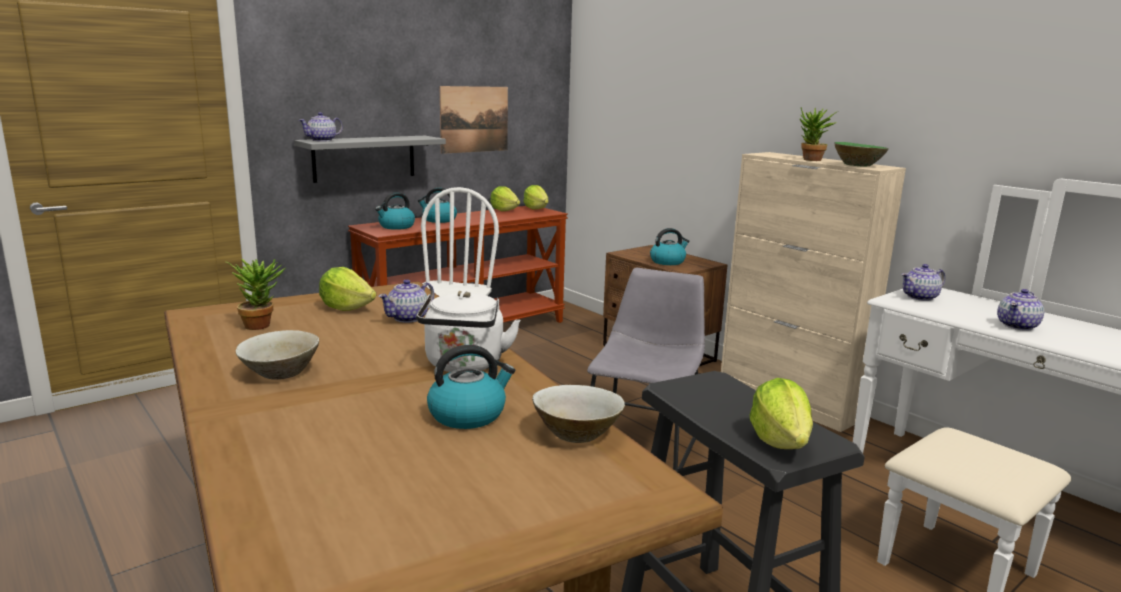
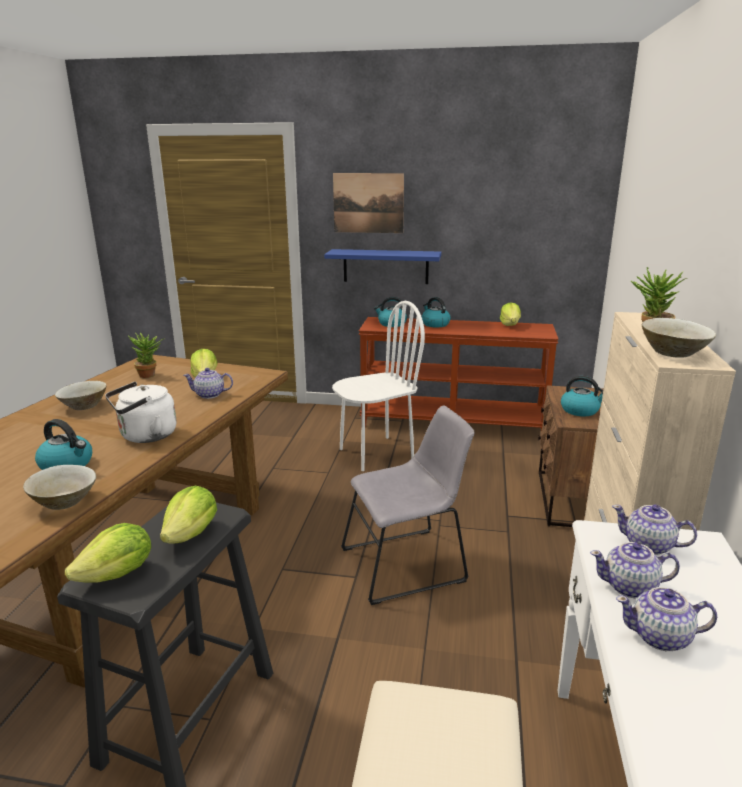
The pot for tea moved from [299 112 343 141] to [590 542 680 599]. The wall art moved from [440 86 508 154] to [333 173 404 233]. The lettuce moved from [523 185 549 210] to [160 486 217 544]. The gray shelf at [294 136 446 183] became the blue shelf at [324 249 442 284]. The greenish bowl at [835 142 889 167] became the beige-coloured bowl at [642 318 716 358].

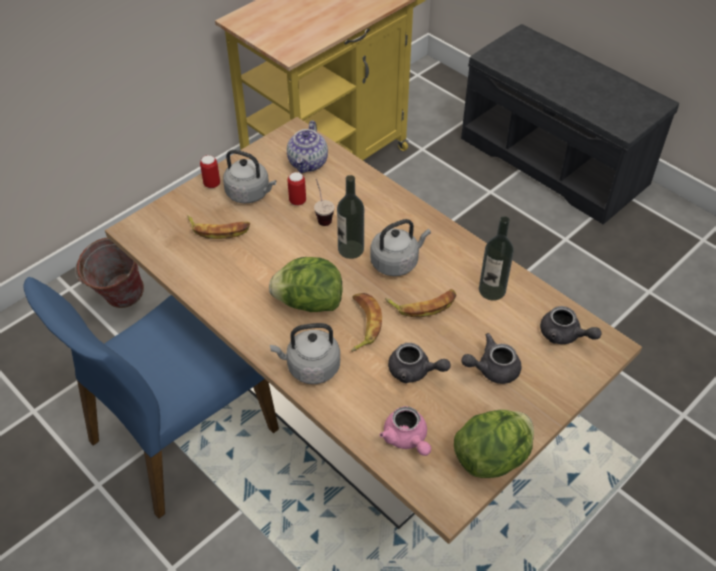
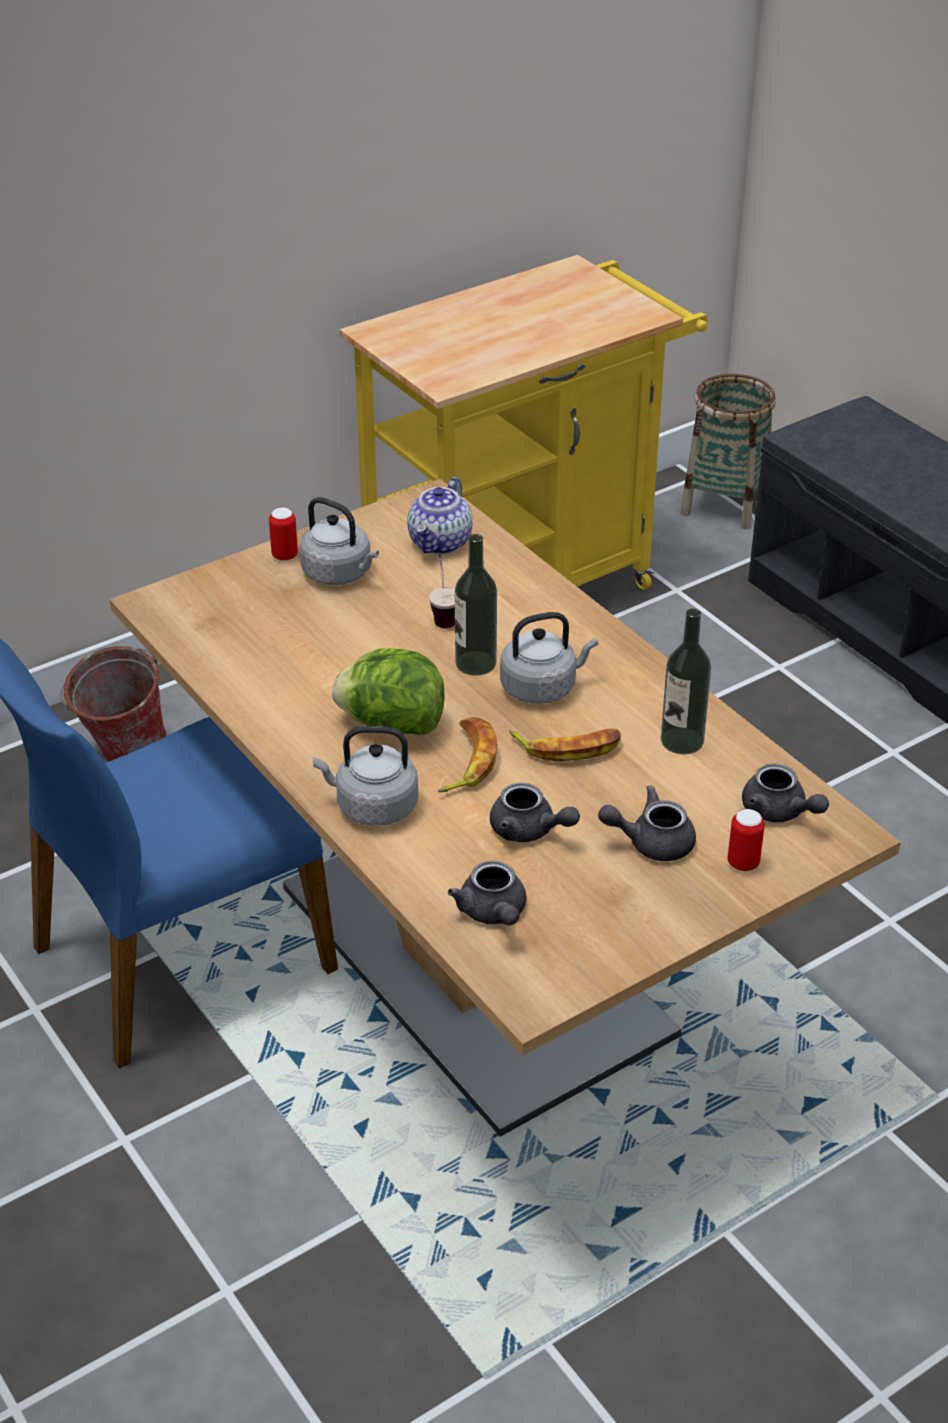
The banana at [187 215 250 239] disappeared. The lettuce at [454 410 534 478] disappeared. The storage basket at [681 374 776 529] appeared. The can moved from [287 172 306 206] to [728 809 765 871]. The pinkish pot for tea at [380 406 431 456] became the gray pot for tea at [448 861 527 926].

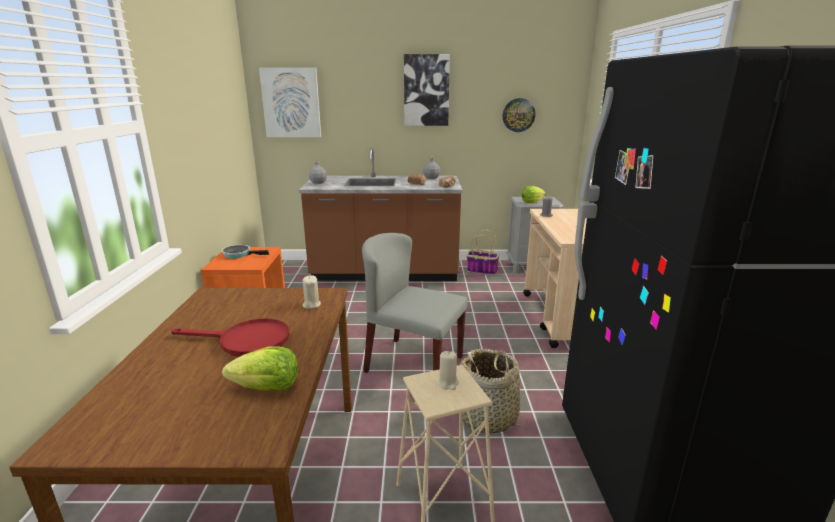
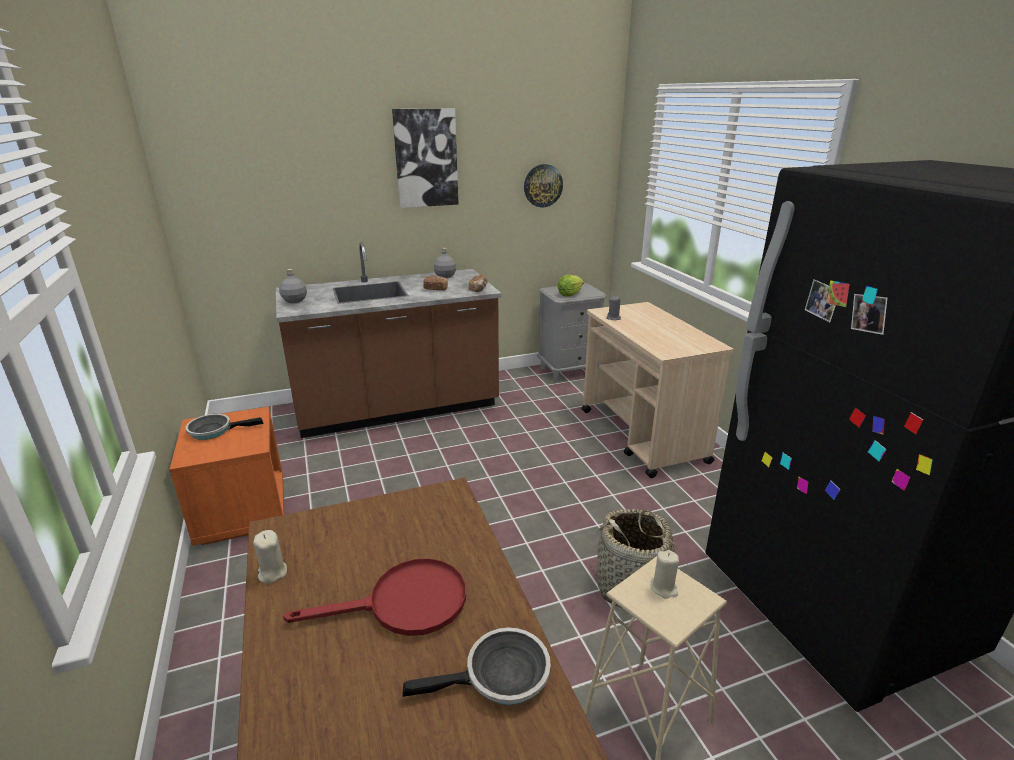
The wall art at [259 67 321 137] disappeared. The gray chair at [362 233 468 373] disappeared. The storage basket at [467 230 499 275] disappeared. The beige-coloured wax candle moved from [302 275 321 309] to [253 530 287 583]. The lettuce at [222 346 298 391] was replaced by the frying pan at [402 628 551 705].

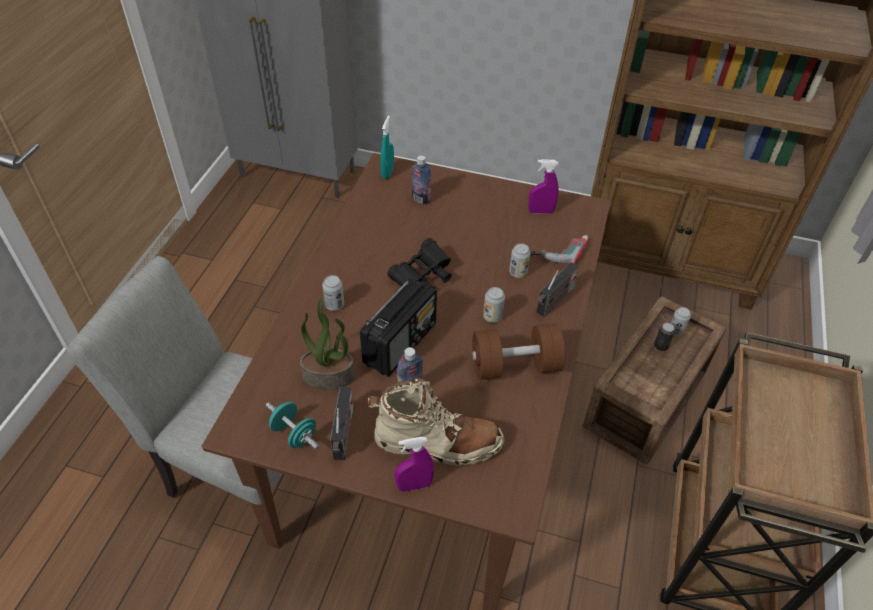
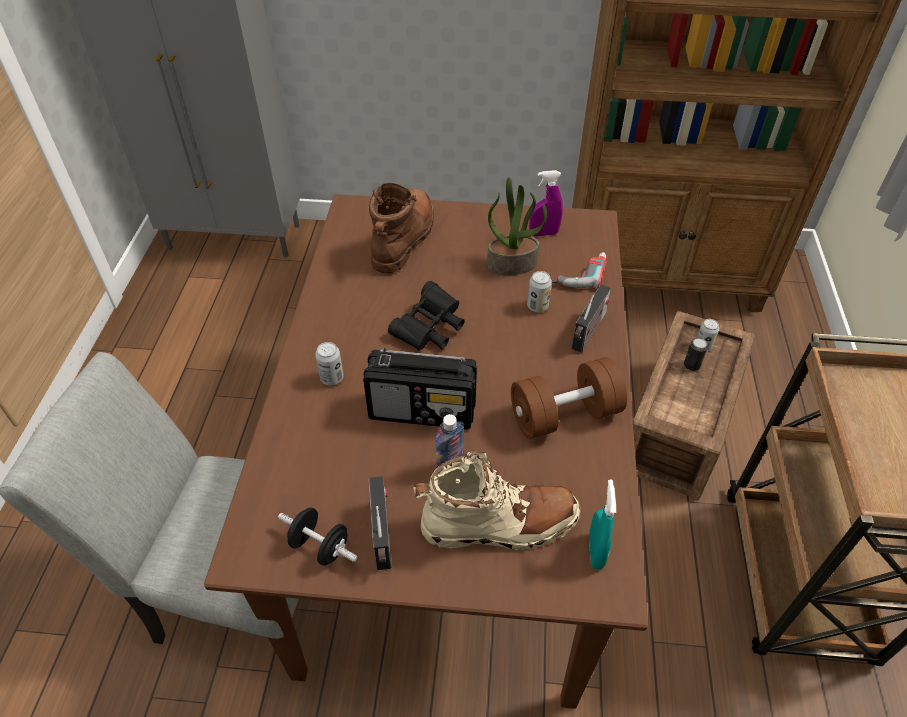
The purple-coloured spray bottle at [395 437 434 492] disappeared. The can at [483 287 505 323] disappeared. The potted plant moved from [300 298 355 390] to [487 177 547 275]. The blue-green spray bottle moved from [380 116 394 179] to [589 479 616 570]. The bottle at [412 155 431 204] was replaced by the brown high-top boot at [369 183 434 273]. The blue-green dumbbell at [266 402 319 449] became the blackish dumbbell at [278 507 358 566]. The radio receiver at [360 278 437 377] turned 75 degrees clockwise.

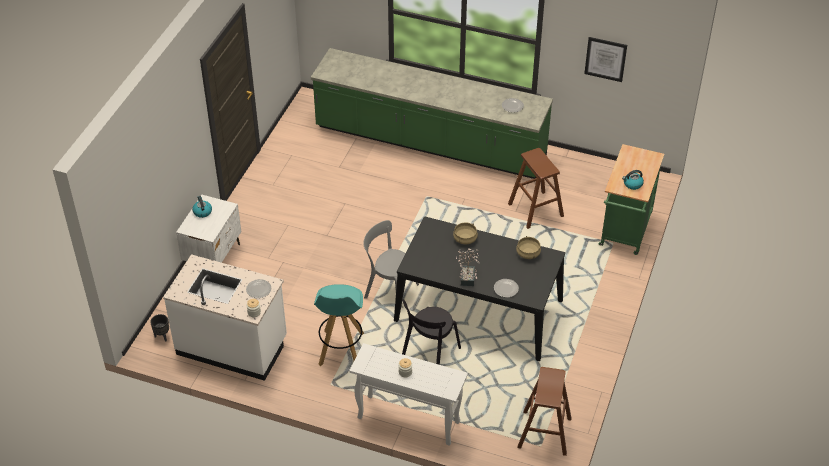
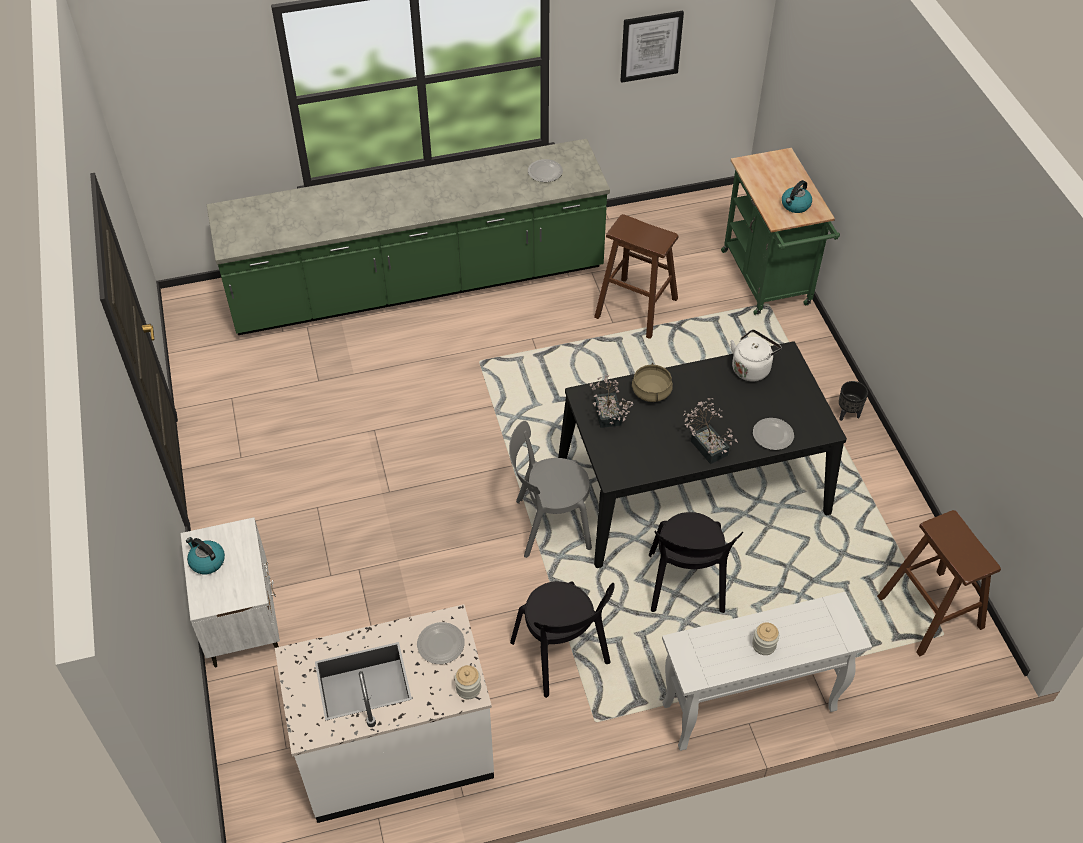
The potted plant at [590 375 633 428] appeared. The blackish plant pot moved from [150 314 169 342] to [839 381 868 421]. The blue-green sitting stool at [314 284 364 366] was replaced by the blackish chair at [510 581 615 698]. The beige-coloured saucepot at [516 236 541 259] was replaced by the whitish tea kettle at [730 329 782 381].

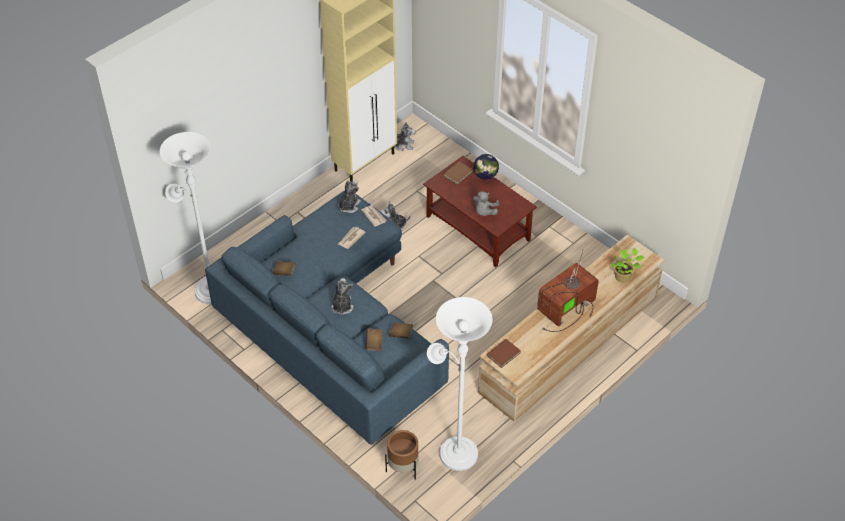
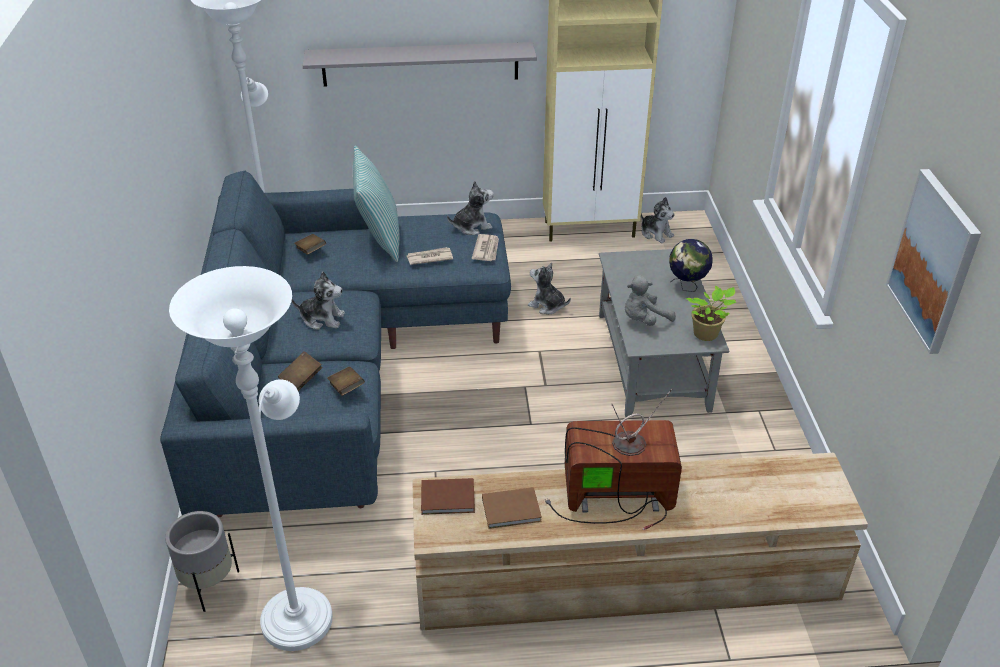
The gray shelf at [303 42 537 87] appeared. The pillow at [353 145 399 262] appeared. The wall art at [886 169 981 354] appeared. The brown bound book moved from [443 161 473 185] to [482 487 542 529]. The potted plant moved from [611 248 645 283] to [686 285 736 341]. The brown plant pot at [385 430 419 479] became the gray plant pot at [165 511 239 612]. The brown lounge table at [423 156 537 267] became the gray lounge table at [599 249 729 417]. The soft toy at [331 278 354 315] turned 60 degrees clockwise.

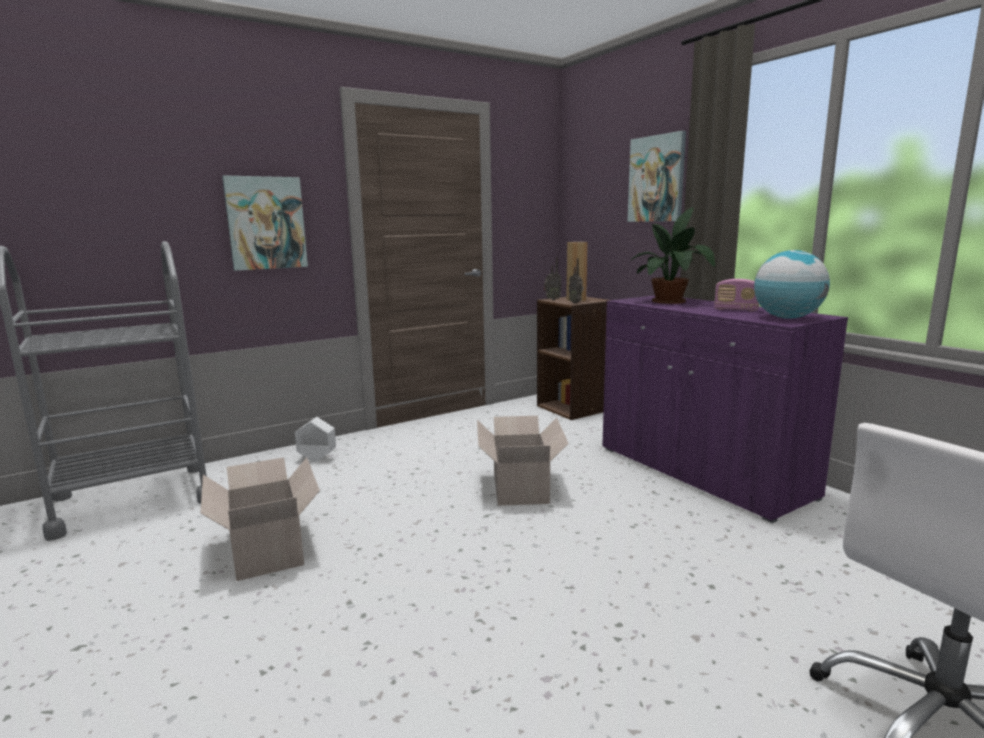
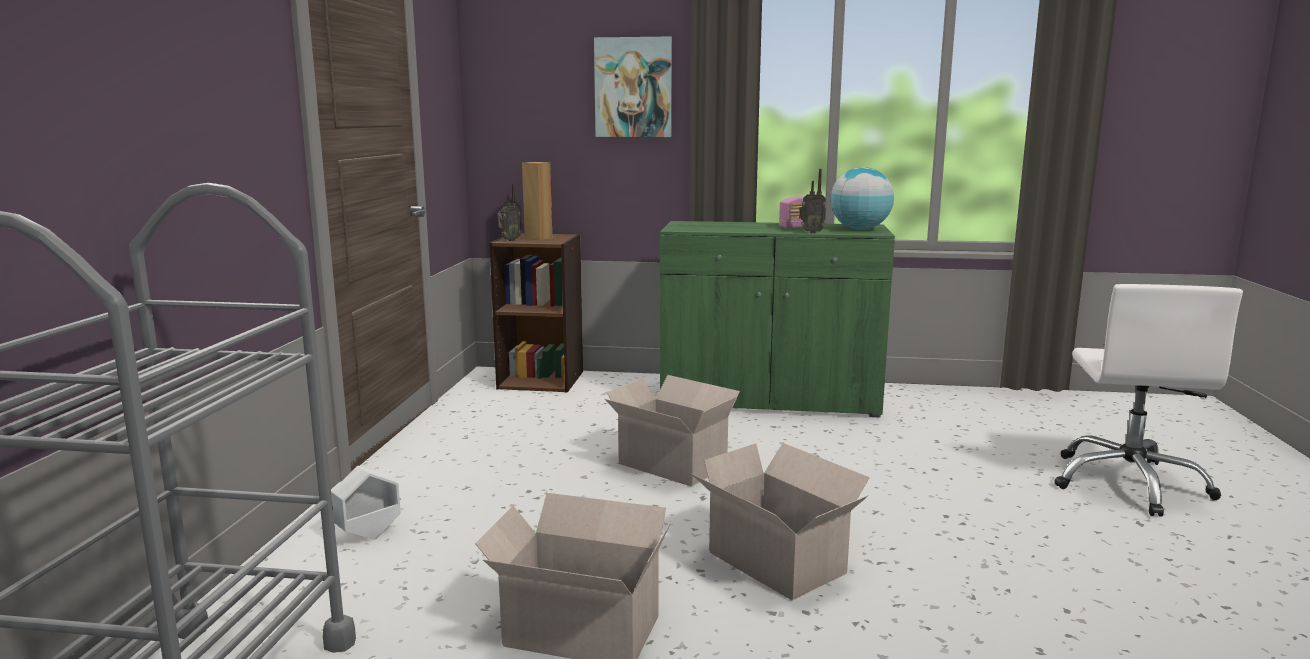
The wall art at [222 175 308 271] disappeared. The potted plant at [627 207 716 304] disappeared. The packing box at [691 443 870 600] appeared. The radio receiver moved from [568 258 584 304] to [799 169 826 234]. The purple-coloured cabinet at [602 295 848 523] became the greenish cabinet at [660 221 895 417].

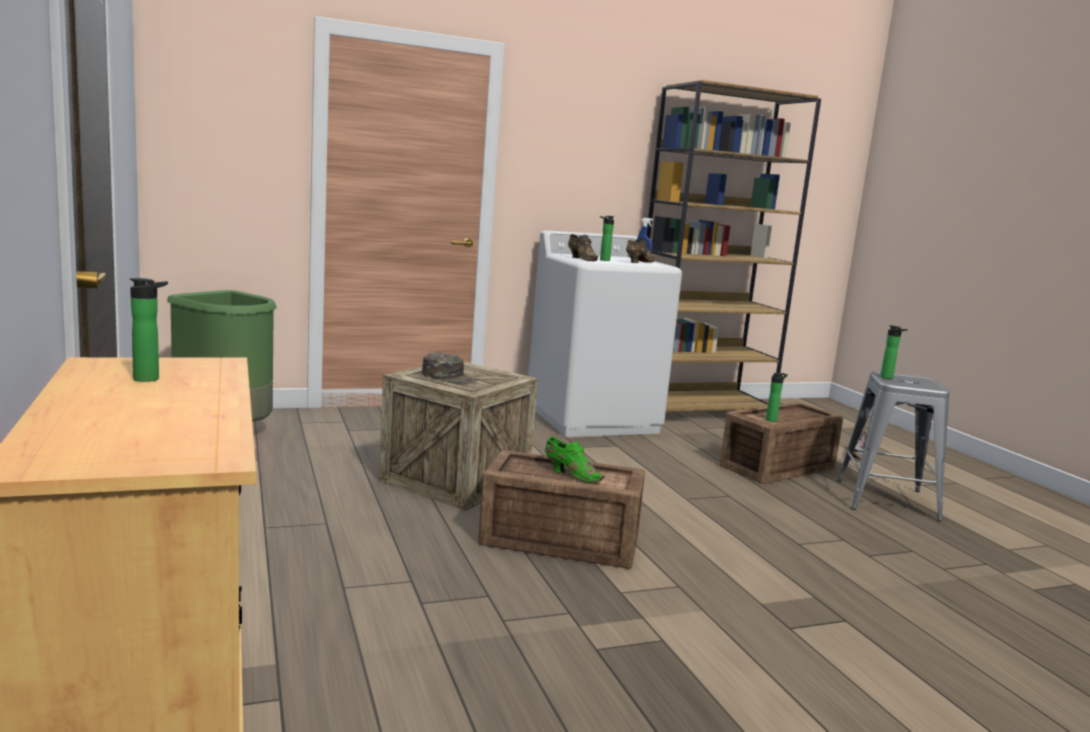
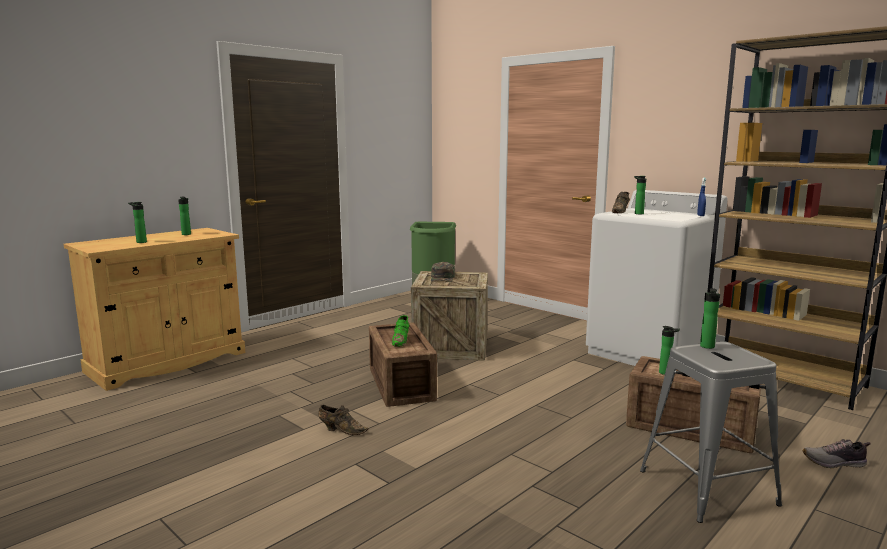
The bottle at [128 202 147 243] appeared. The brown item of footwear moved from [626 238 655 263] to [318 405 369 435].

